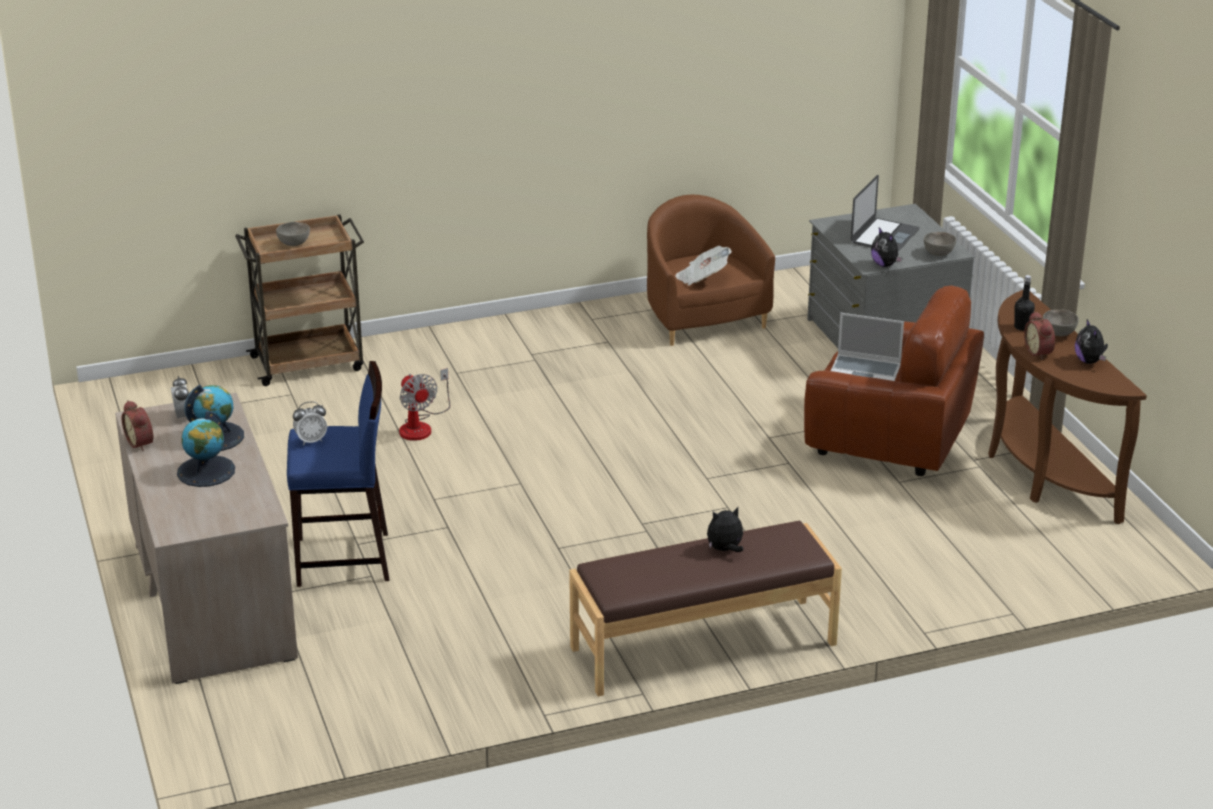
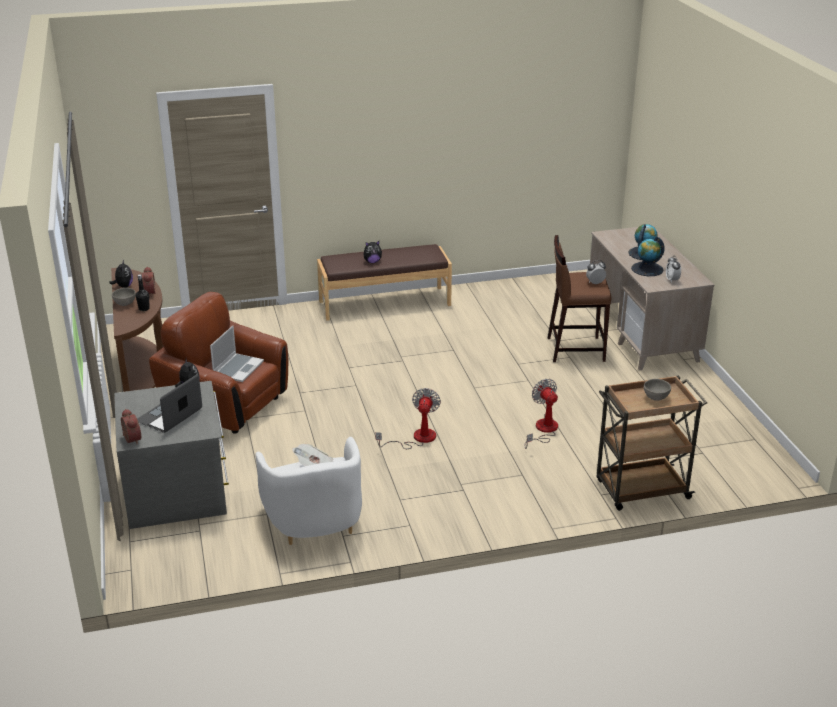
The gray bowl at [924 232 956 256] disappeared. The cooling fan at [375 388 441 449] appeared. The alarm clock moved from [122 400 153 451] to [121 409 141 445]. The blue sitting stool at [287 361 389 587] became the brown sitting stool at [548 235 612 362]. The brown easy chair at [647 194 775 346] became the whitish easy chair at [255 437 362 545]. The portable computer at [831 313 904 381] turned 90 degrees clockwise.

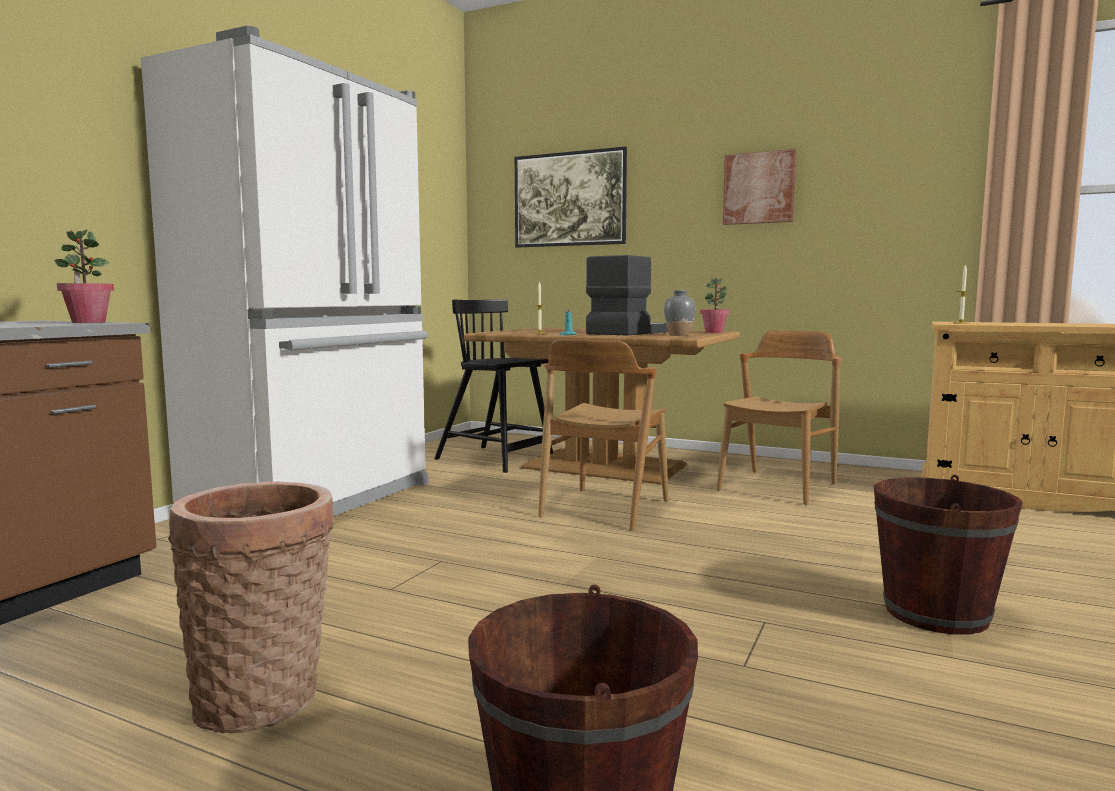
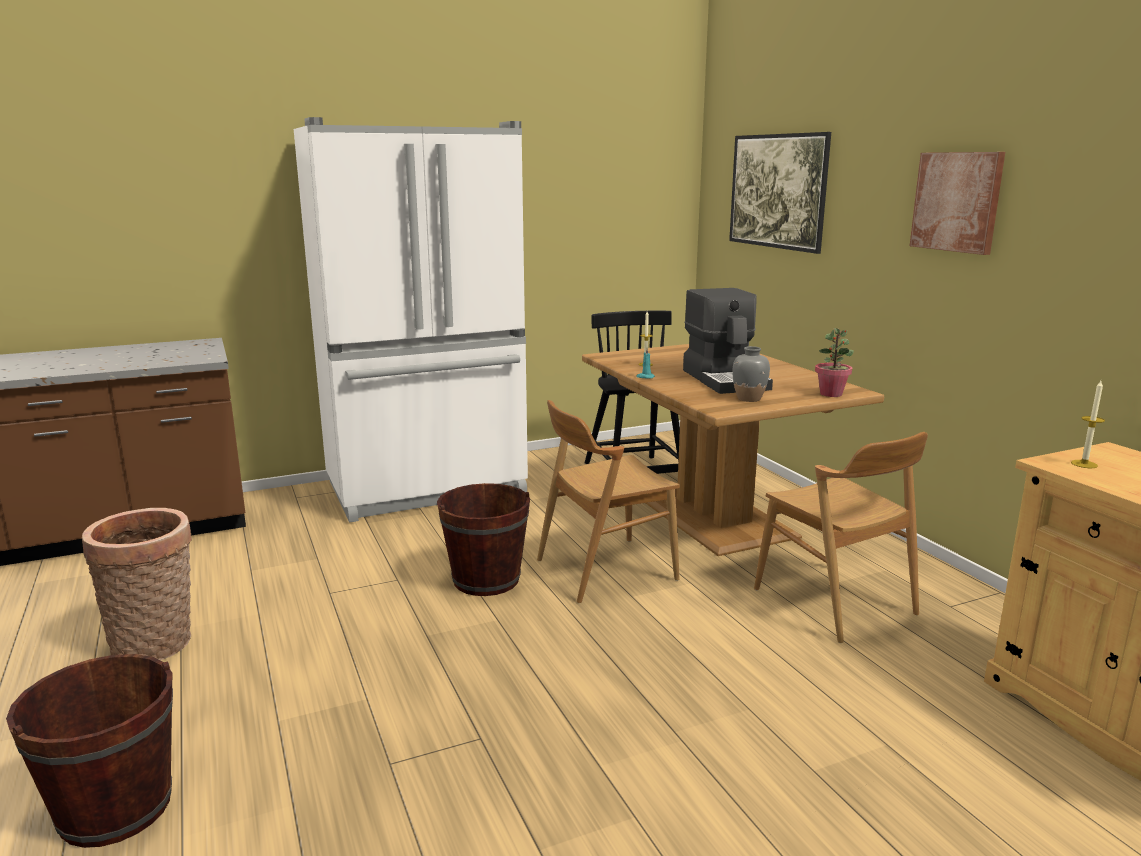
The potted plant at [54 230 114 323] disappeared. The brown water bucket moved from [874 475 1023 635] to [437 483 530 596]. The coffee machine at [586 255 668 336] turned 90 degrees clockwise. The brown chair at [717 330 842 505] turned 75 degrees clockwise.

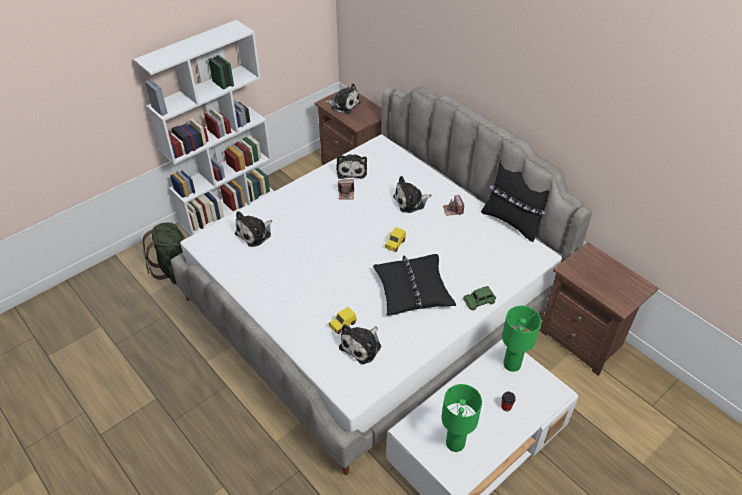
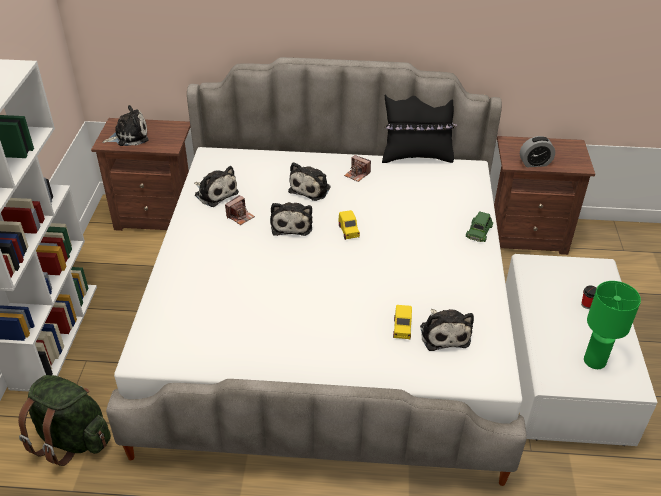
The blackish pillow at [373 254 456 316] disappeared. The greenish table lamp at [502 306 541 372] disappeared. The alarm clock at [520 136 555 167] appeared. The soft toy moved from [235 211 272 247] to [270 202 312 236].

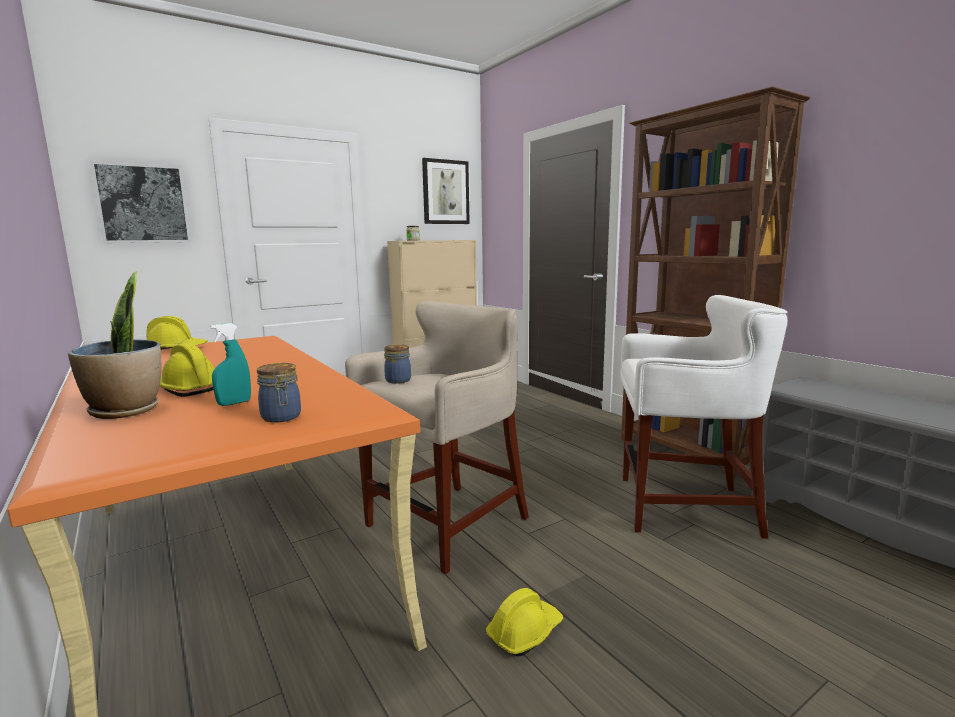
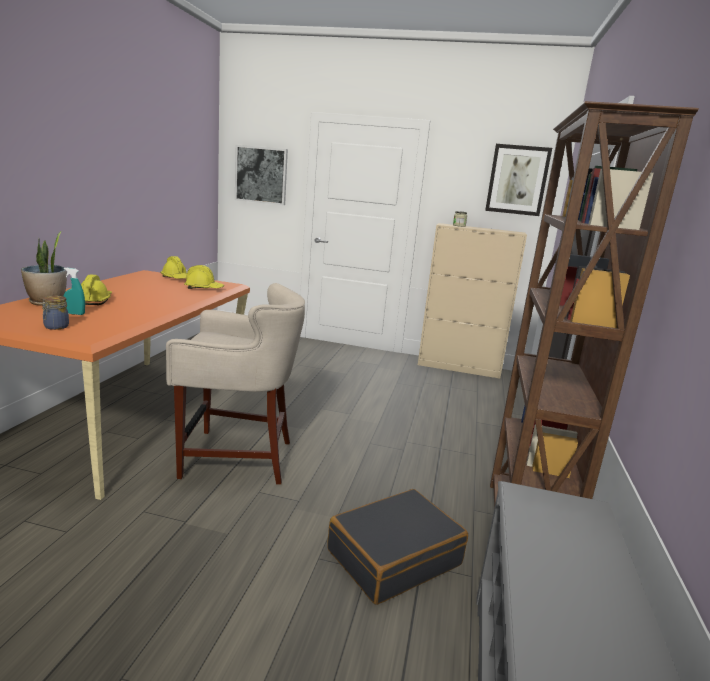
The storage jar at [384 344 411 384] disappeared. The yellowish safety helmet moved from [486 588 563 657] to [184 265 224 289]. The whitish sitting stool at [620 295 787 539] was replaced by the blackish suitcase at [327 489 468 605].

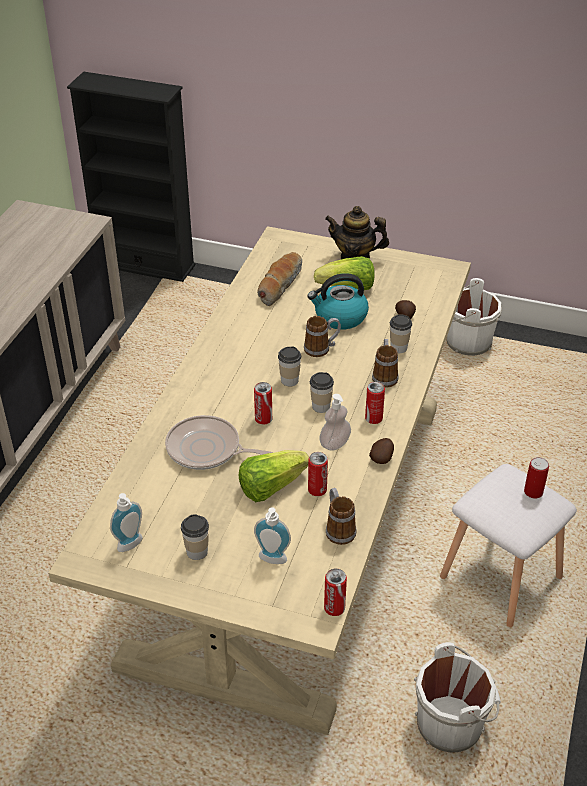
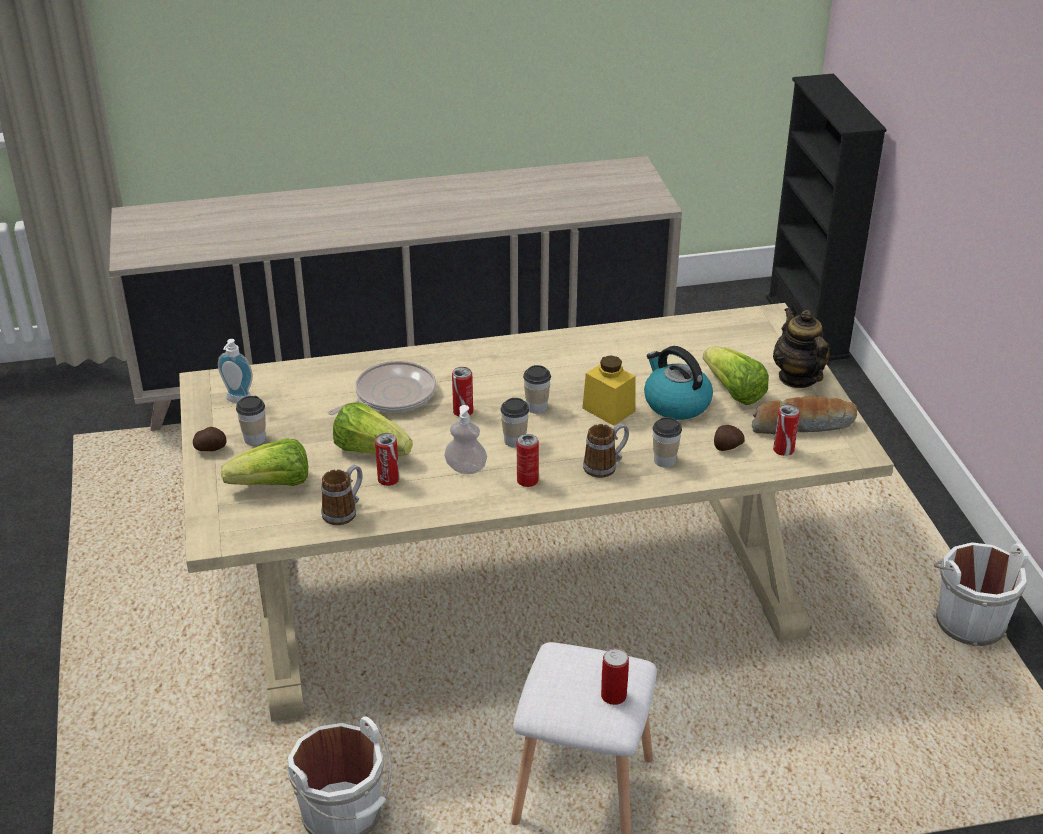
The baked bread moved from [257 252 302 306] to [752 396 857 435]. The can moved from [324 569 347 616] to [773 404 800 456]. The spud moved from [369 438 394 464] to [193 427 226 451]. The soap bottle at [254 507 291 564] was replaced by the lettuce at [221 438 308 486]. The tea mug at [304 316 341 357] was replaced by the yellowish storage jar at [582 355 636 426]. The frying pan at [165 415 273 470] turned 60 degrees clockwise.

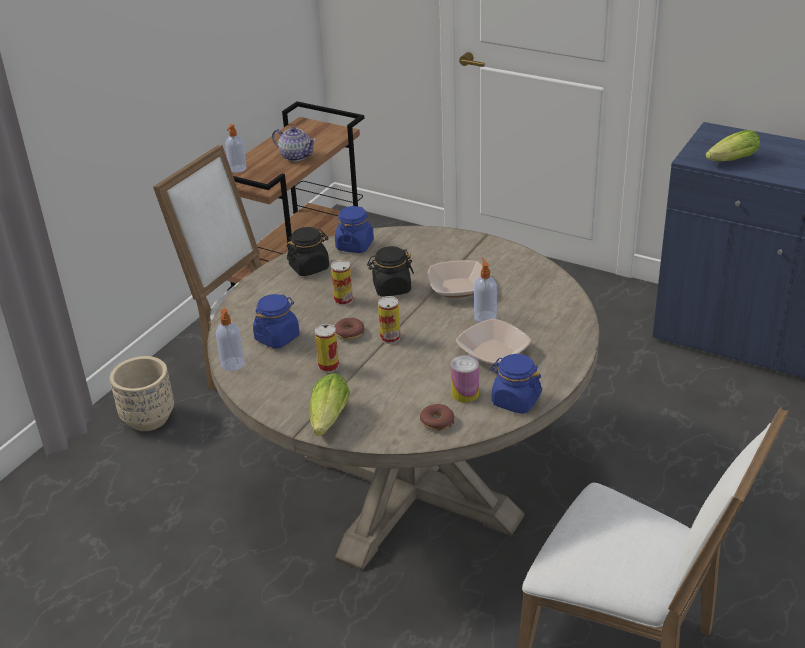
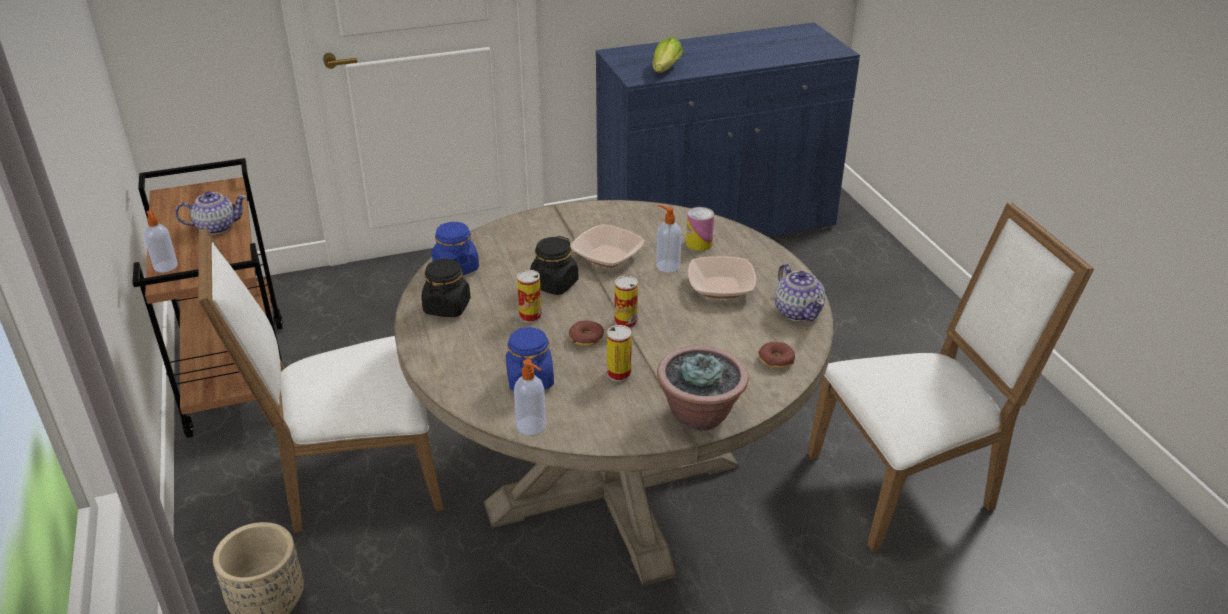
The can moved from [451 355 479 403] to [686 207 714 251]. The lettuce at [310 373 350 436] was replaced by the potted plant at [657 346 748 431]. The blue storage jar at [490 354 542 414] was replaced by the pot for tea at [775 264 825 321].

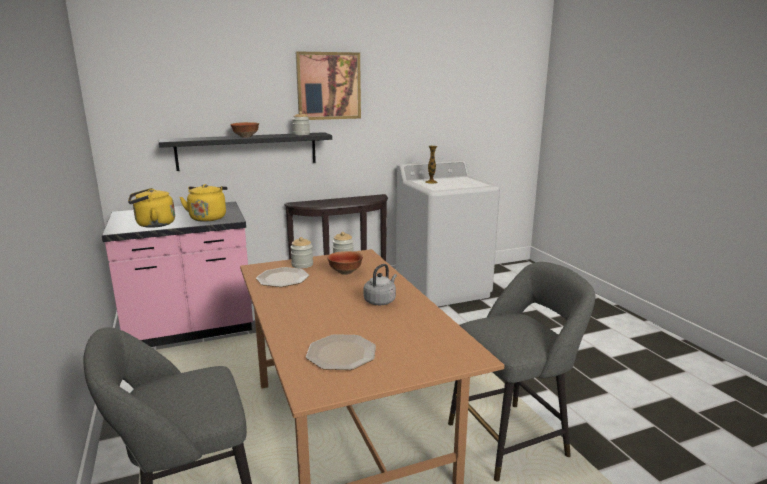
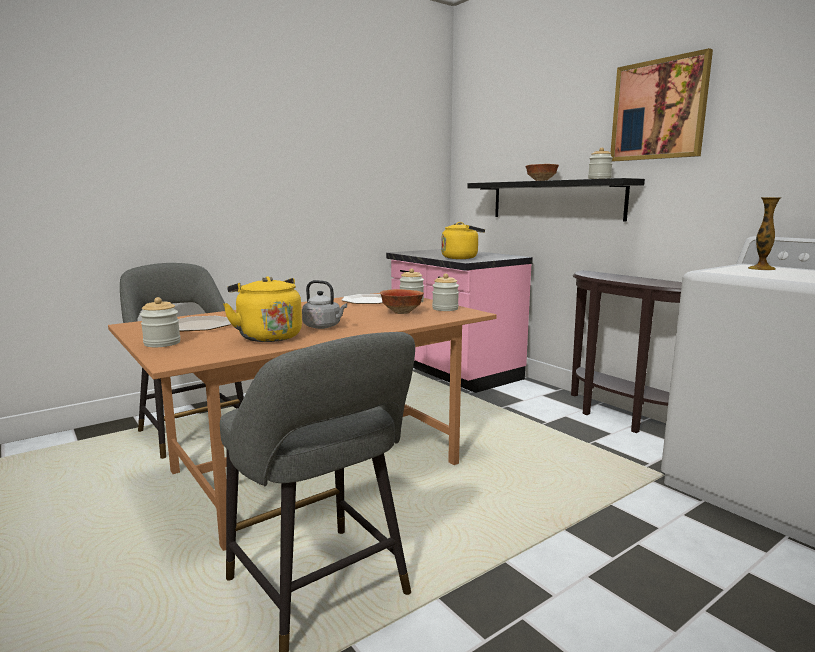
The storage jar at [140 297 181 347] appeared. The yellowish tea kettle moved from [128 188 175 228] to [223 276 302 342].

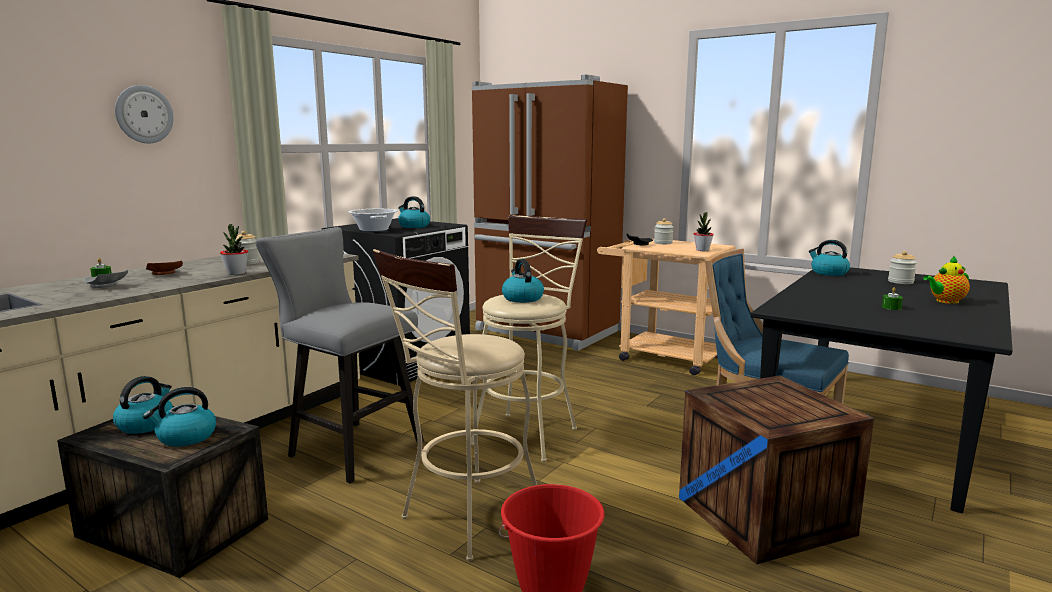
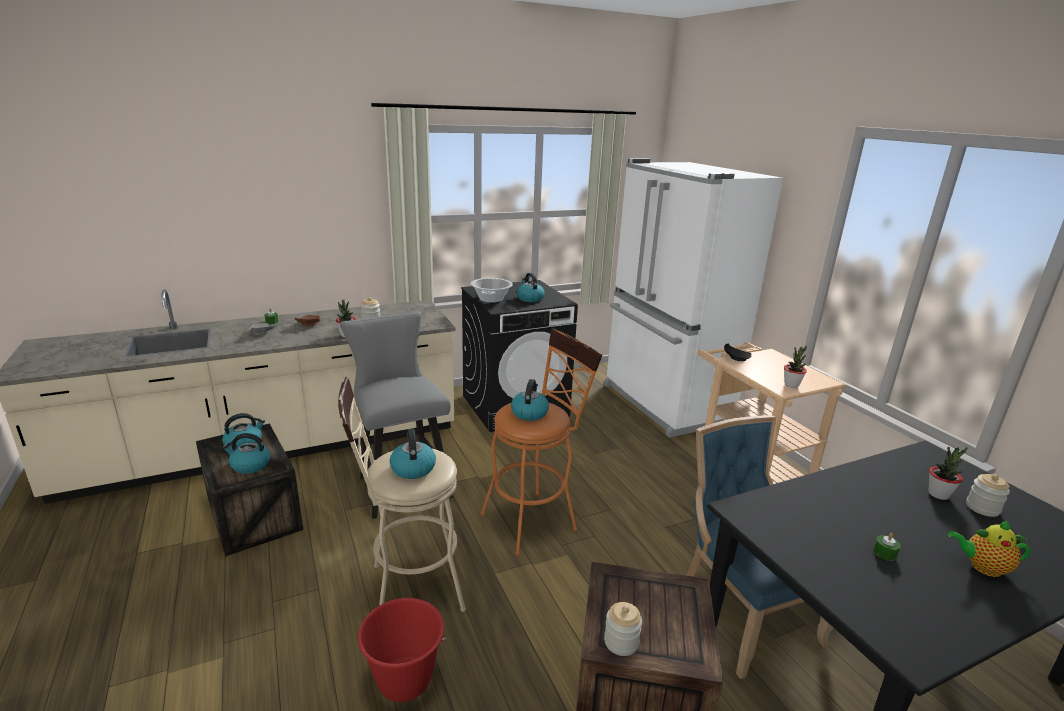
The hanging clock at [115 85 174 143] disappeared. The potted plant at [928 447 967 500] appeared. The storage jar moved from [654 218 673 244] to [604 602 642 656]. The tea kettle moved from [809 240 850 276] to [390 429 436 479]. The brown fridge at [471 75 628 351] became the whitish fridge at [604 158 783 438]. The beige-coloured sitting stool at [471 215 587 462] became the orangey sitting stool at [480 328 602 556].

